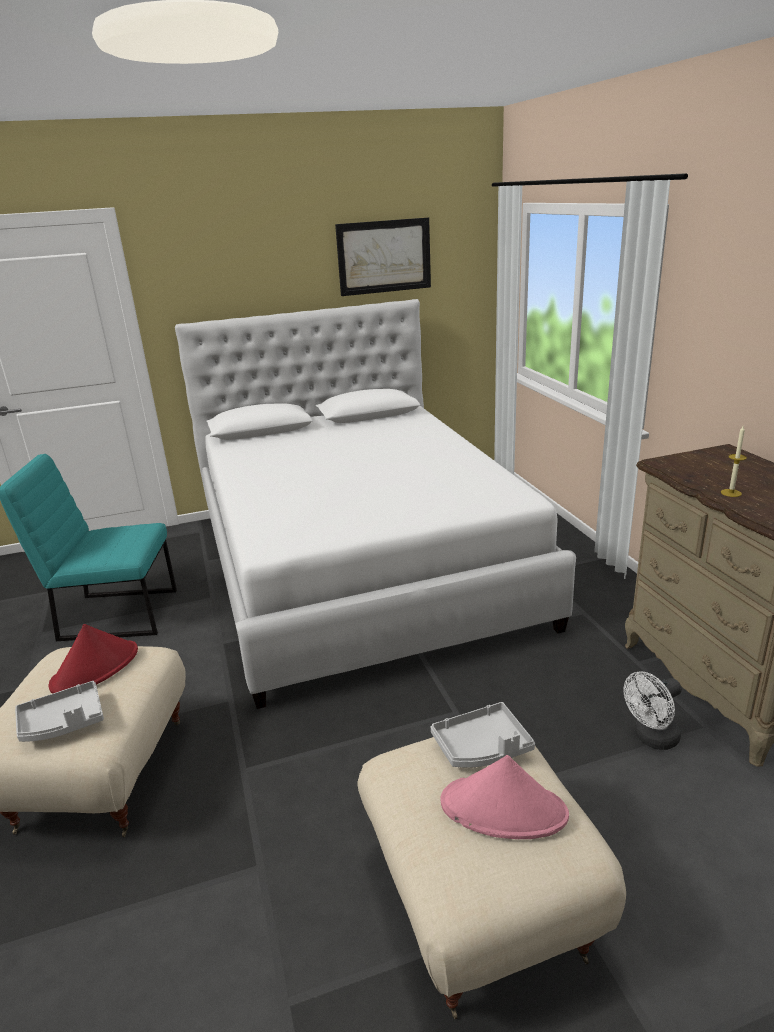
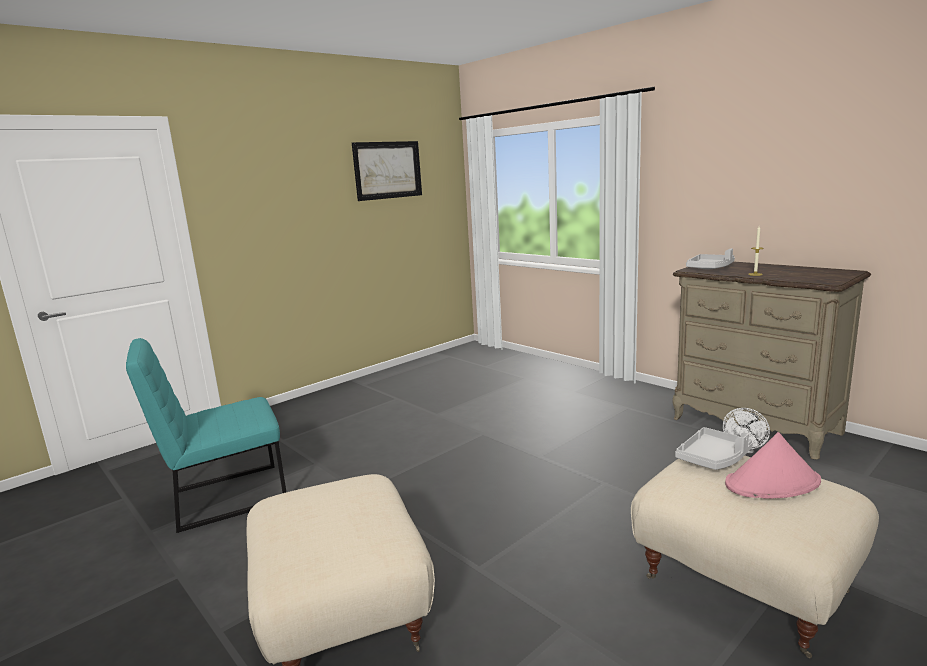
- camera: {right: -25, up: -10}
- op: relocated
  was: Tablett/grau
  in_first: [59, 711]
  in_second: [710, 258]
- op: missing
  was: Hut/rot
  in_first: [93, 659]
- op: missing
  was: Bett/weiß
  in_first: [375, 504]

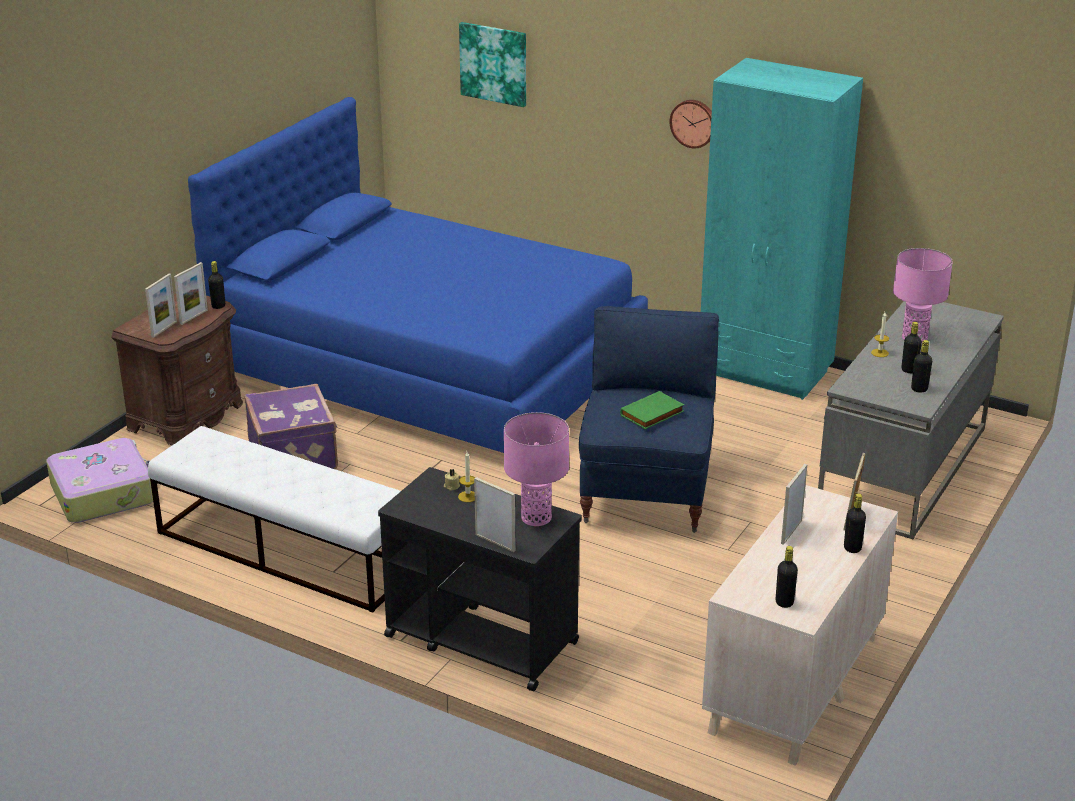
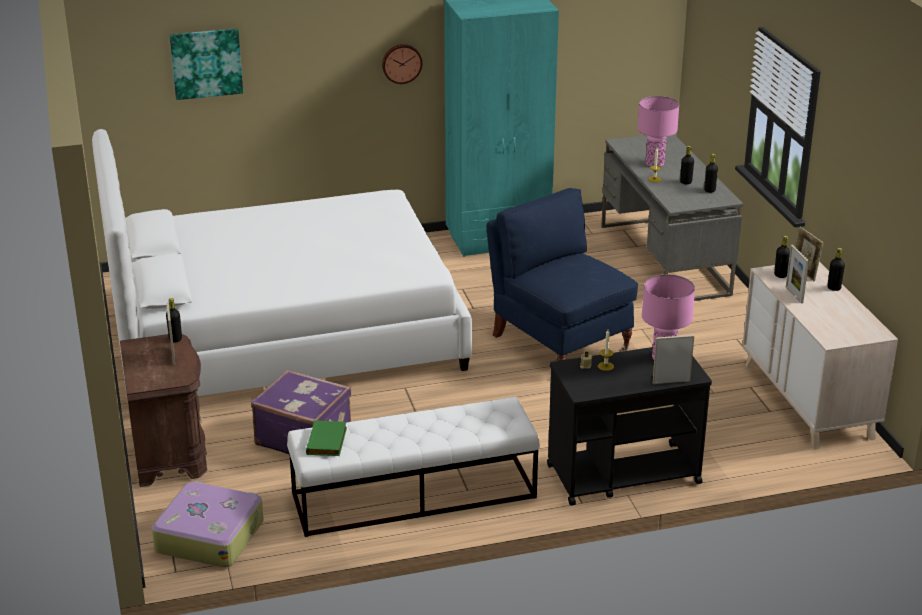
- camera: {right: -45, up: 0}
- op: missing
  was: Bilderrahmen
  in_first: [161, 306]
- op: colour
  was: Bett/blau
  now: Bett/weiß
  in_first: [418, 275]
  in_second: [282, 265]
- op: relocated
  was: Buch/grün
  in_first: [652, 410]
  in_second: [326, 438]
- op: relocated
  was: Flasche/schwarz
  in_first: [787, 577]
  in_second: [782, 257]

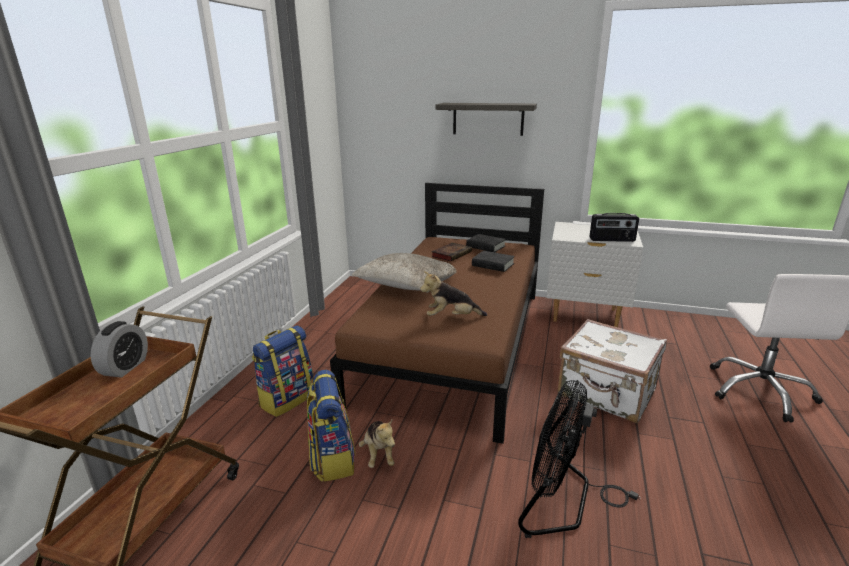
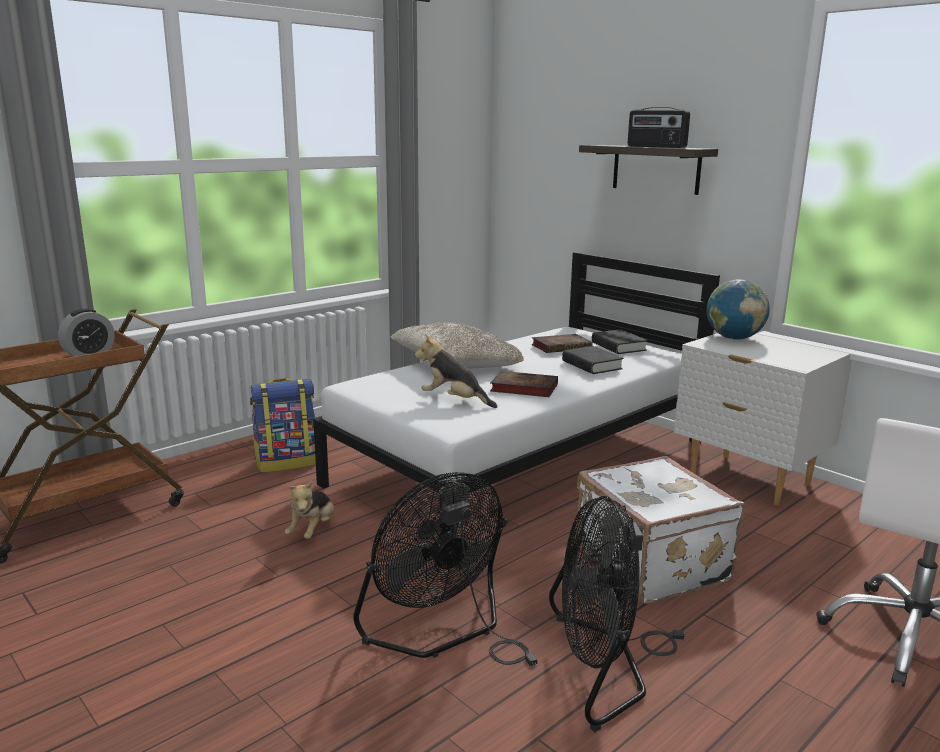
- camera: {right: 30, up: -5}
- op: missing
  was: Rucksack
  in_first: [331, 426]
- op: colour
  was: Bett/braun
  now: Bett/weiß
  in_first: [437, 313]
  in_second: [516, 393]
- op: relocated
  was: Radio
  in_first: [614, 227]
  in_second: [659, 127]
- op: appeared
  now: Buch
  in_second: [524, 384]
- op: appeared
  now: Ventilator/schwarz
  in_second: [617, 614]
- op: appeared
  now: Globus
  in_second: [738, 309]

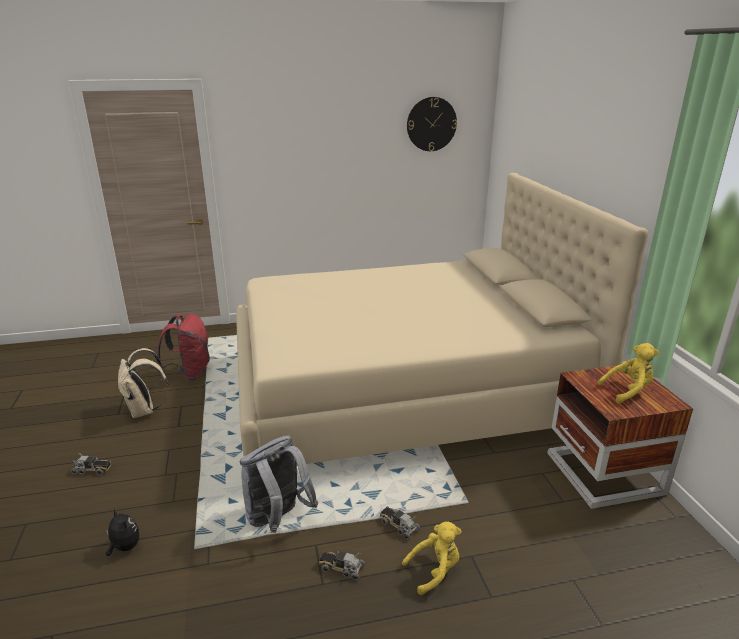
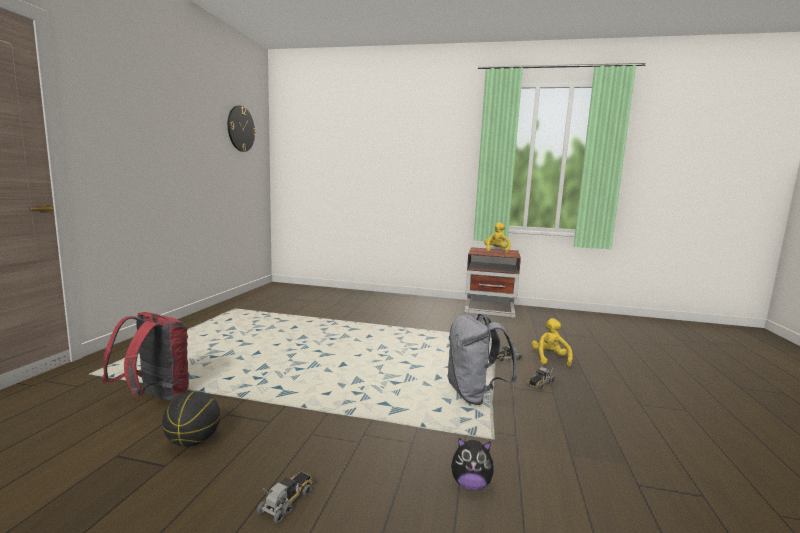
- camera: {right: -65, up: -15}
- op: spun
  was: Plüschtier
  in_first: [122, 532]
  in_second: [473, 464]
  clockwise: -150
- op: exchanged
  was: Rucksack/beige
  now: Basketball
  in_first: [143, 383]
  in_second: [191, 419]
- op: missing
  was: Bett/beige
  in_first: [442, 318]

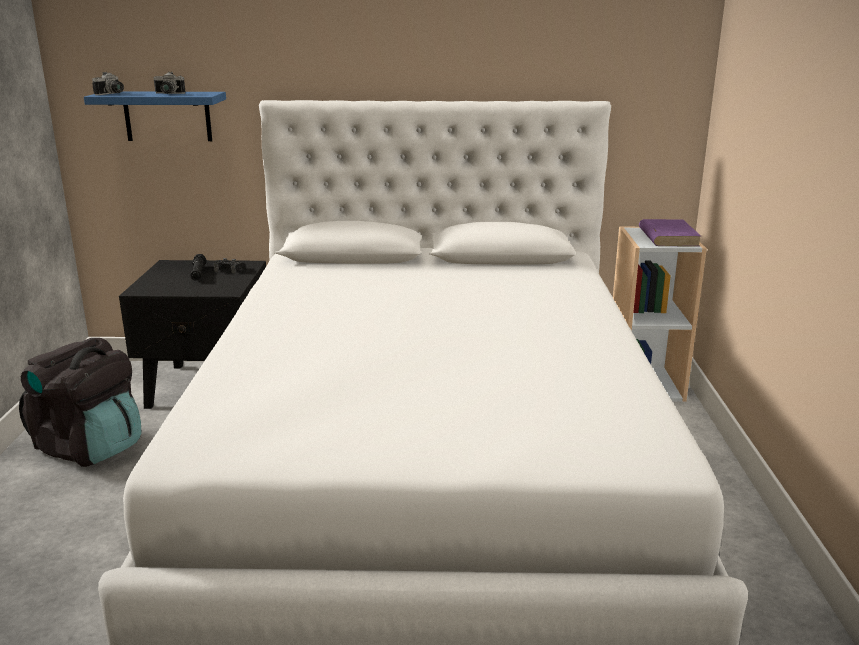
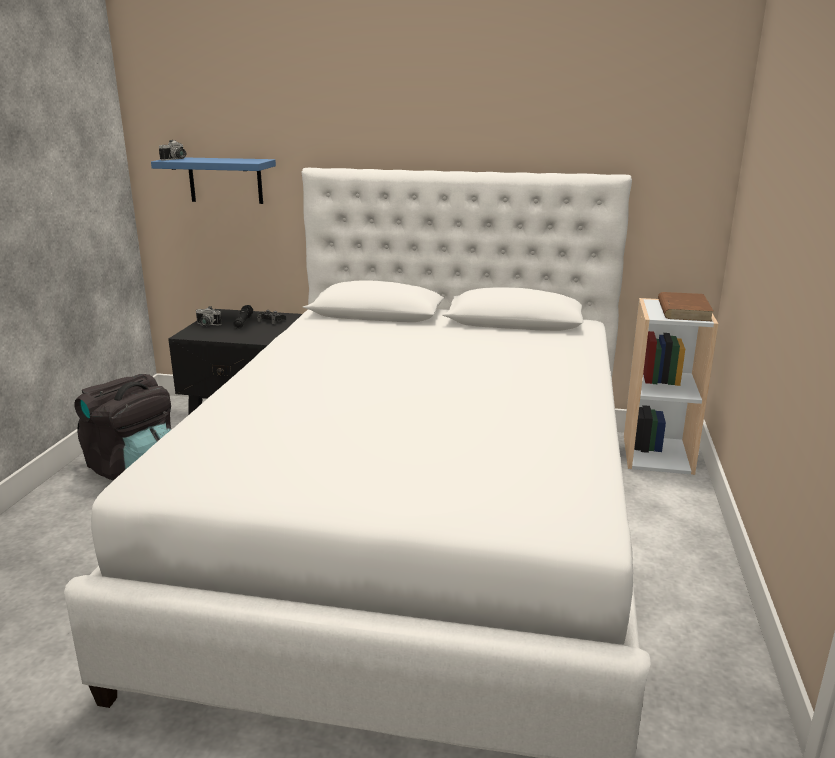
- camera: {right: 10, up: 0}
- op: relocated
  was: Kamera
  in_first: [169, 83]
  in_second: [209, 316]
- op: colour
  was: Buch/lila
  now: Buch/braun
  in_first: [670, 233]
  in_second: [686, 306]

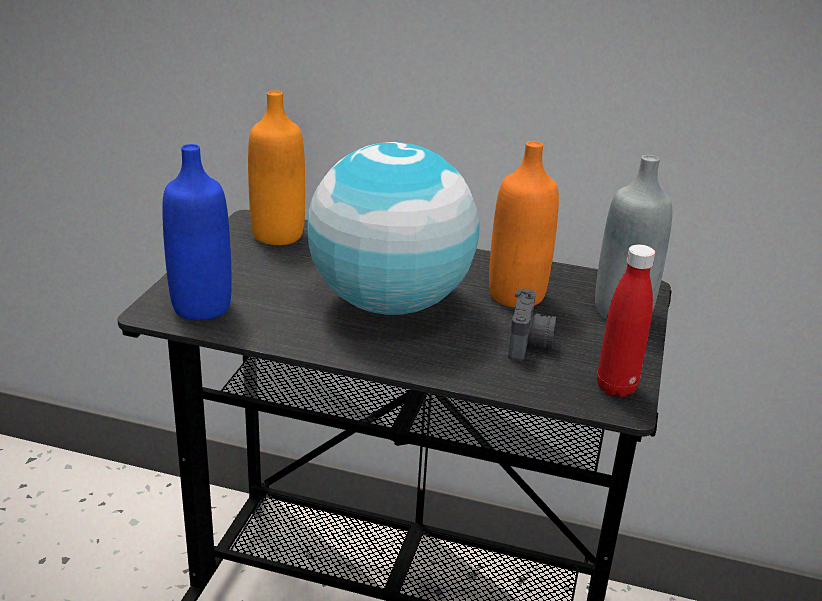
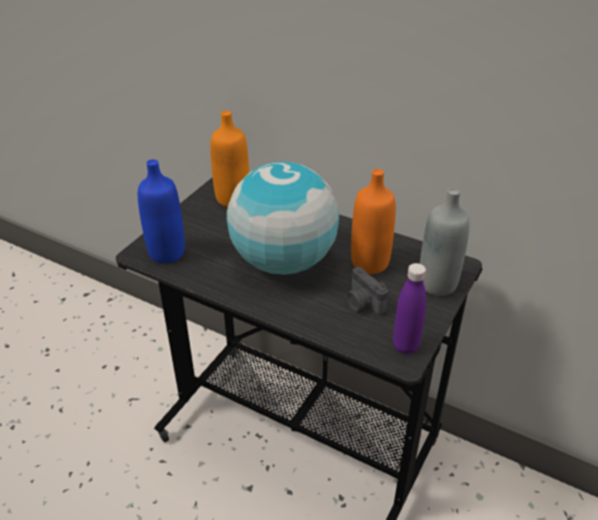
- camera: {right: 15, up: 10}
- op: spun
  was: Kamera
  in_first: [532, 325]
  in_second: [367, 291]
  clockwise: 120
- op: colour
  was: Flasche/rot
  now: Flasche/lila
  in_first: [626, 321]
  in_second: [409, 308]

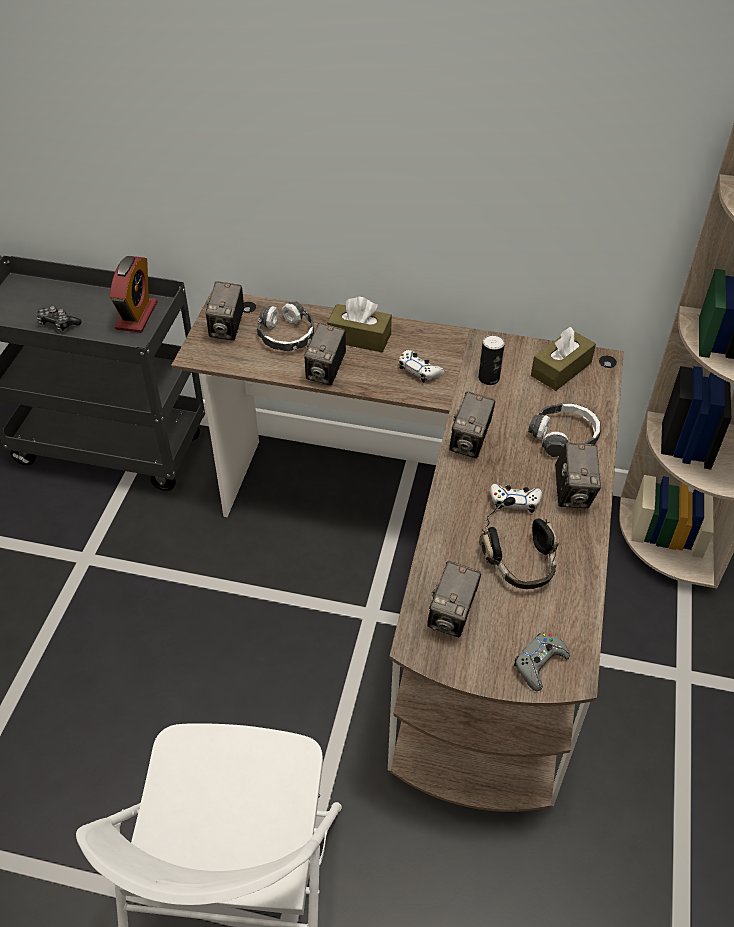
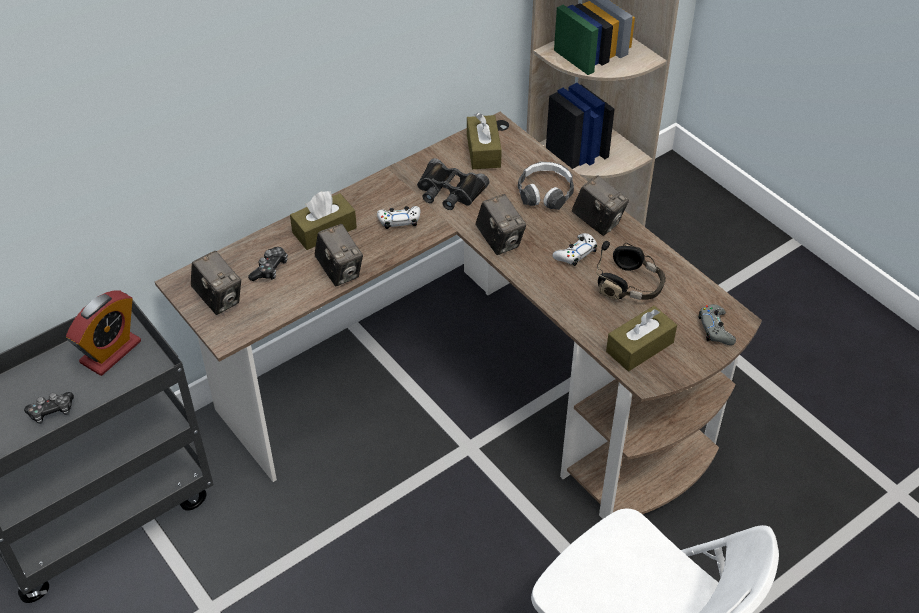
- camera: {right: -50, up: 0}
- op: spun
  was: Wecker
  in_first: [134, 294]
  in_second: [103, 333]
  clockwise: 75
- op: exchanged
  was: Kopfhörer
  now: Gamepad
  in_first: [285, 326]
  in_second: [268, 264]
- op: exchanged
  was: Kamera
  now: Taschentuchbox/braun
  in_first: [454, 599]
  in_second: [641, 338]
- op: exchanged
  was: Dose
  now: Fernglas/schwarz
  in_first: [491, 359]
  in_second: [453, 184]

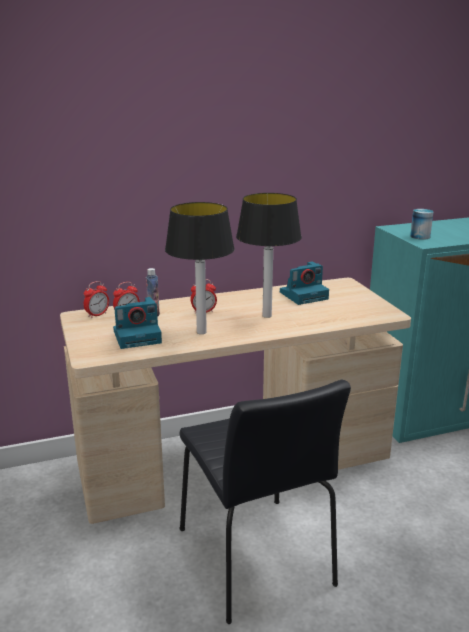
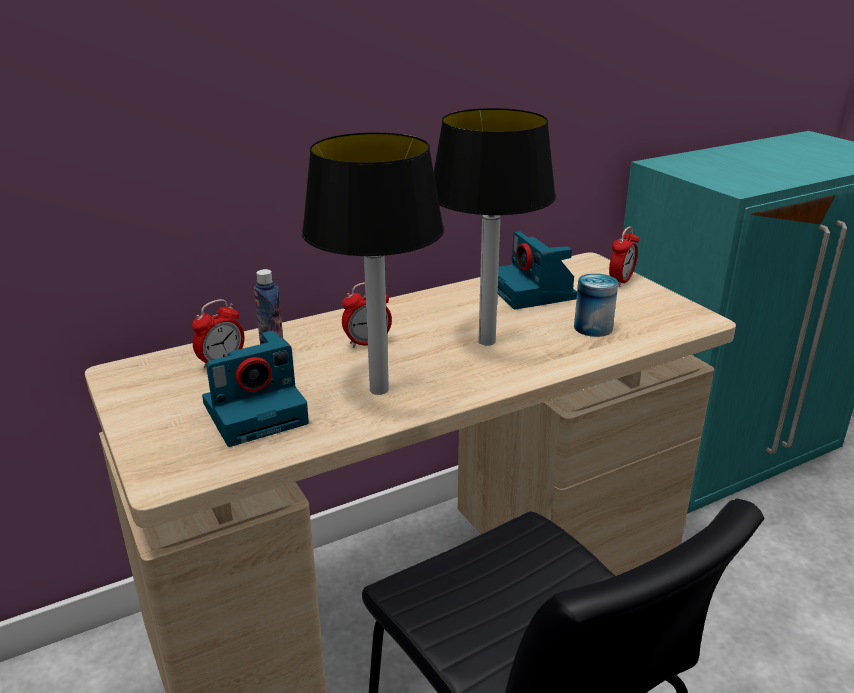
- camera: {right: -10, up: 5}
- op: relocated
  was: Wecker
  in_first: [96, 299]
  in_second: [624, 256]
- op: spun
  was: Kamera
  in_first: [304, 283]
  in_second: [537, 270]
  clockwise: 105
- op: relocated
  was: Dose
  in_first: [422, 224]
  in_second: [596, 305]

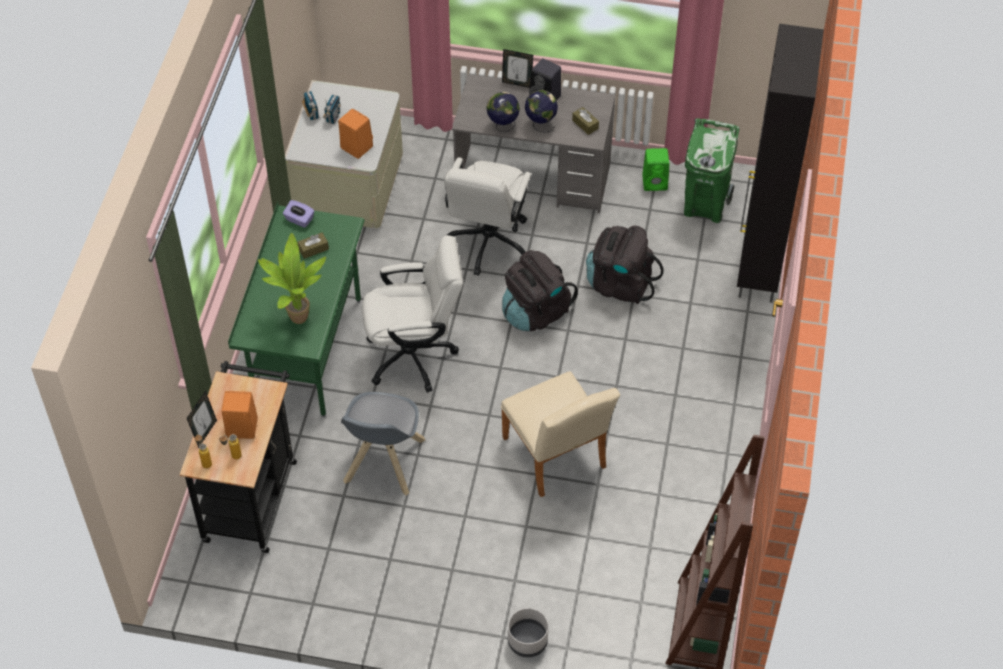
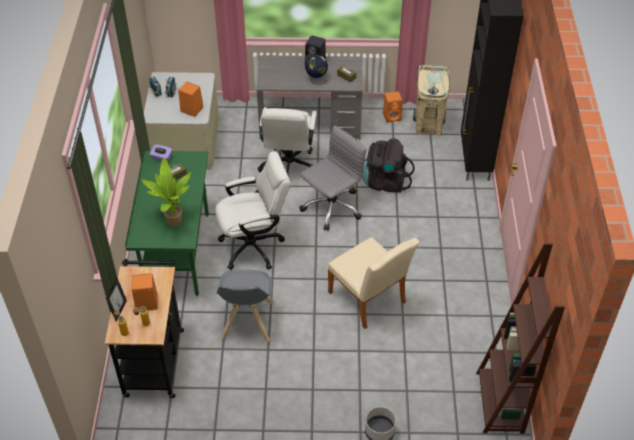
- camera: {right: -10, up: -5}
- op: missing
  was: Globus
  in_first: [503, 112]
- op: missing
  was: Bilderrahmen
  in_first: [517, 68]
- op: exchanged
  was: Rucksack/schwarz
  now: Bürostuhl/grau
  in_first: [540, 290]
  in_second: [333, 178]
- op: colour
  was: Lautsprecher/grün
  now: Lautsprecher/orange
  in_first: [655, 169]
  in_second: [393, 107]
- op: colour
  was: Mülleimer/grün
  now: Mülleimer/beige
  in_first: [712, 170]
  in_second: [431, 100]

